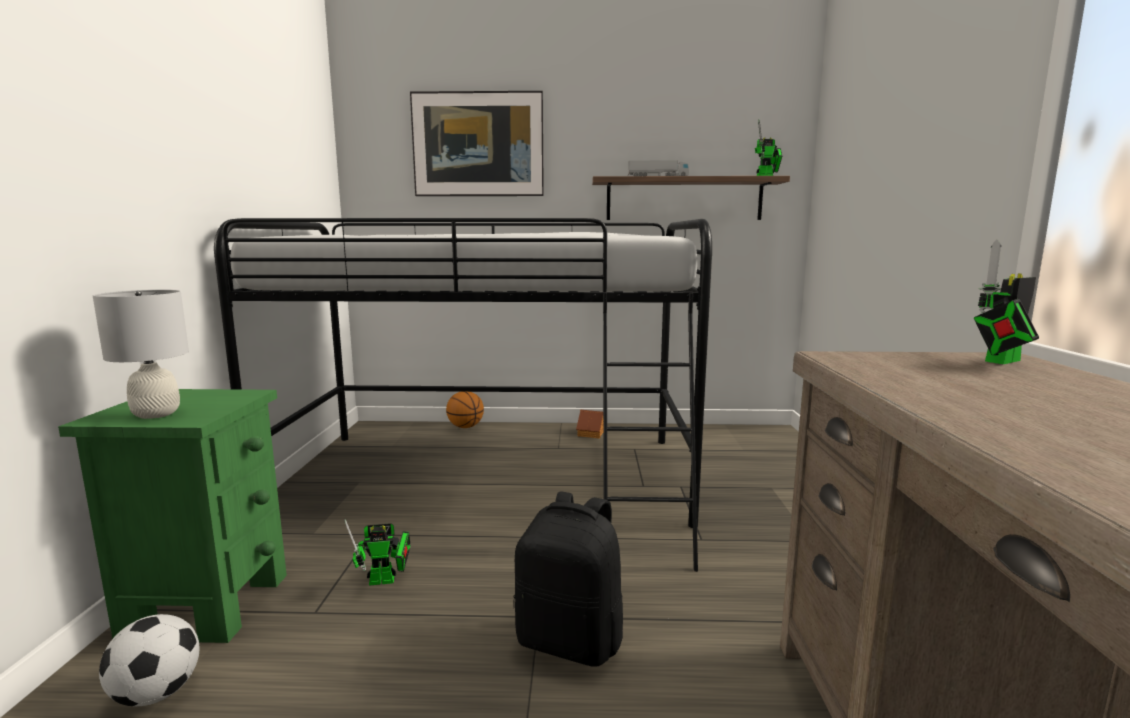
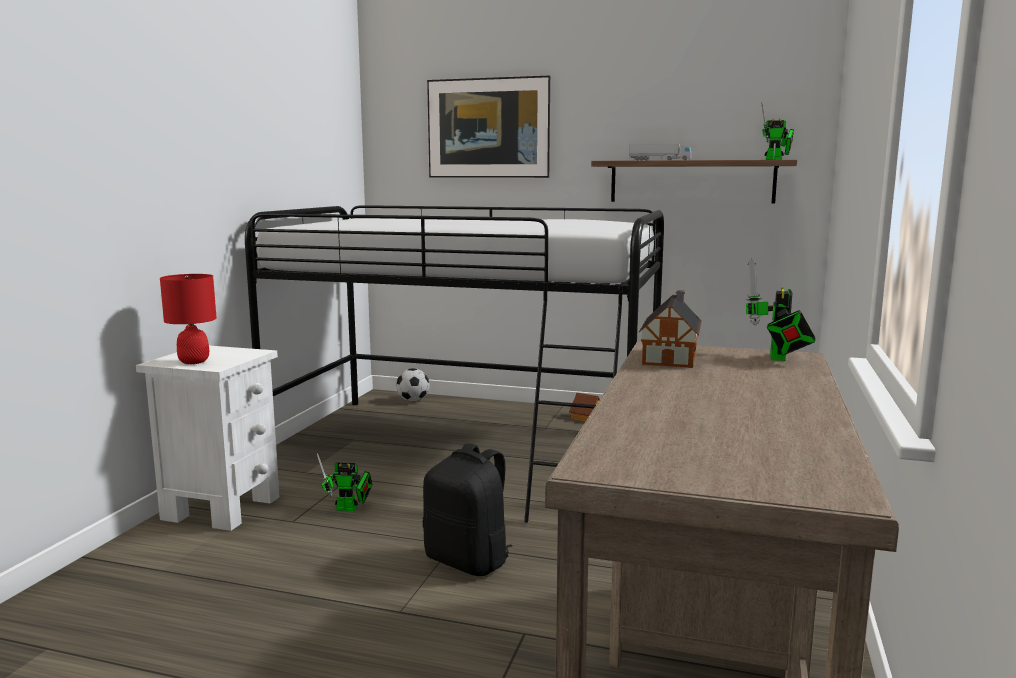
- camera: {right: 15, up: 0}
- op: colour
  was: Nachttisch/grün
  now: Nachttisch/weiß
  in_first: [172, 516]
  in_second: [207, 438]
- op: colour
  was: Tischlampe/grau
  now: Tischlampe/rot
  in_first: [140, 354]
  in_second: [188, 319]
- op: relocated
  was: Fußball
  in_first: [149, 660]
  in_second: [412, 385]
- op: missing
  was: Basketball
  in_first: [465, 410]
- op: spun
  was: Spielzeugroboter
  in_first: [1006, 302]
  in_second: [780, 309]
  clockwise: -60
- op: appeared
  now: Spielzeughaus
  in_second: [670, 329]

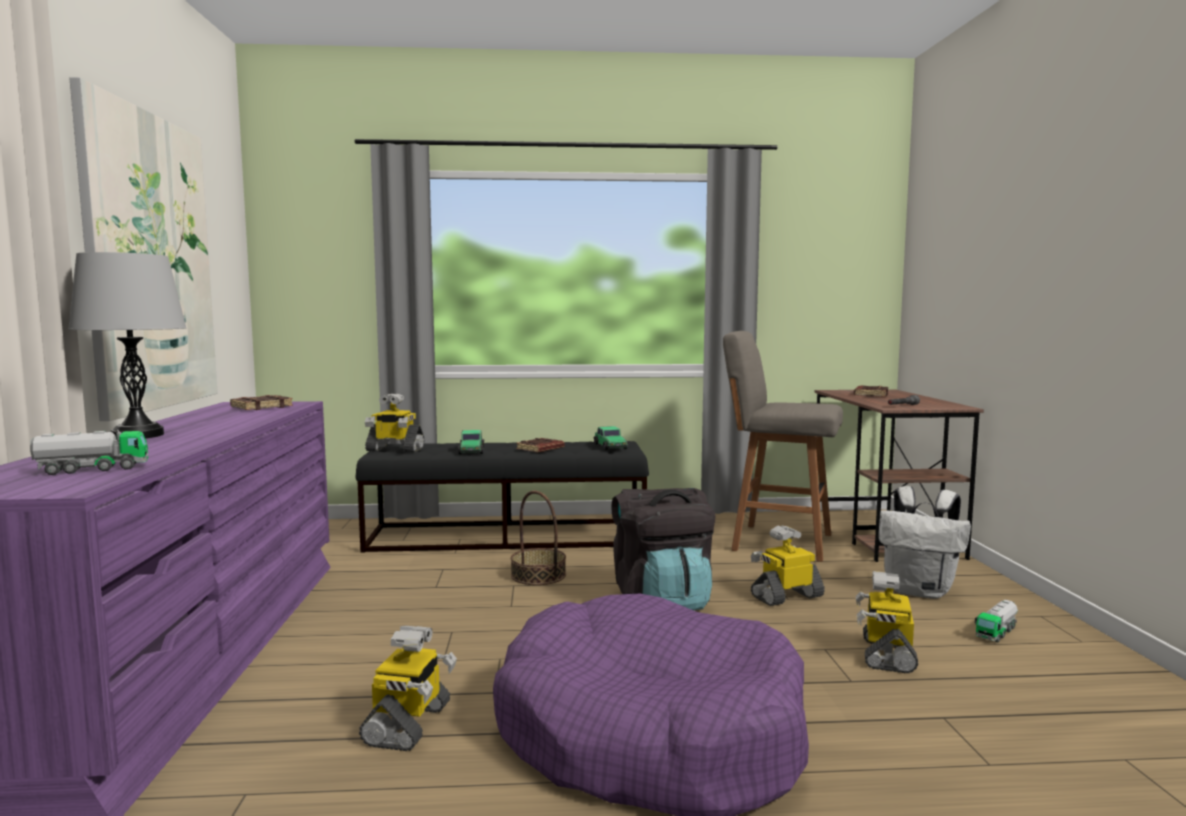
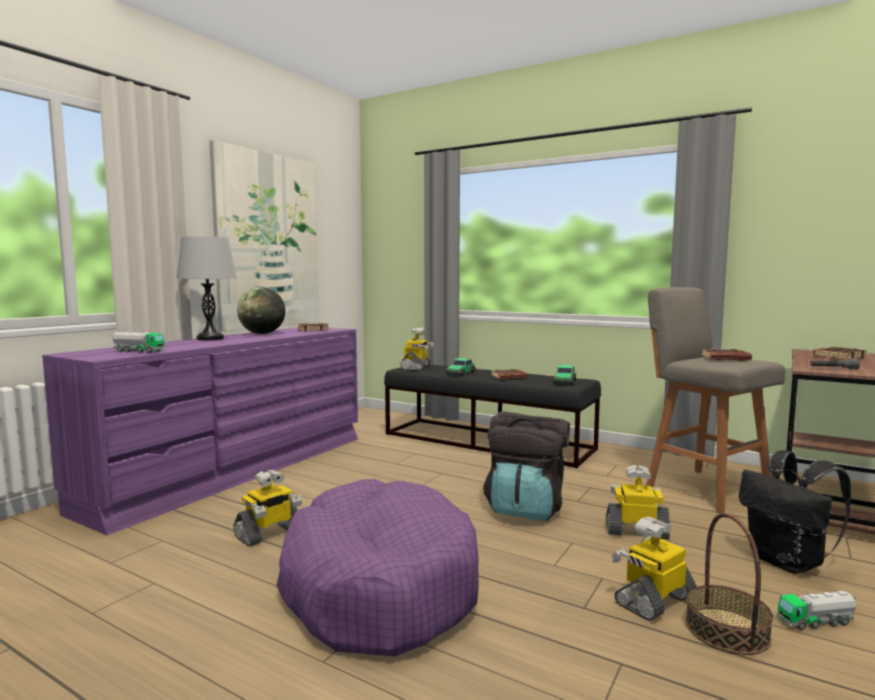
- camera: {right: 35, up: 0}
- op: spun
  was: Spielzeugroboter
  in_first: [395, 423]
  in_second: [417, 349]
  clockwise: -120
- op: relocated
  was: Korb
  in_first: [538, 538]
  in_second: [729, 584]
- op: colour
  was: Rucksack/weiß
  now: Rucksack/schwarz
  in_first: [924, 542]
  in_second: [795, 512]
- op: appeared
  now: Globus
  in_second: [261, 310]
- op: appeared
  now: Buch/braun
  in_second: [727, 354]

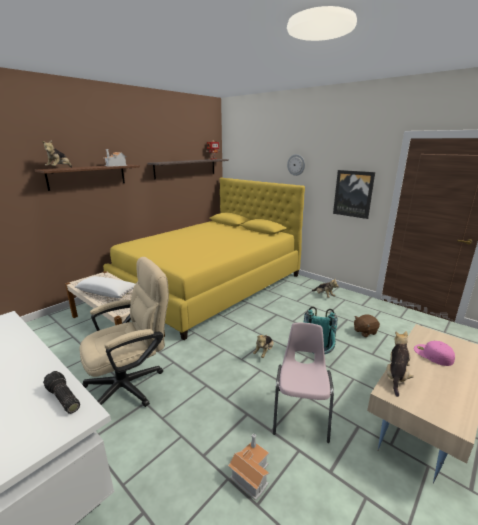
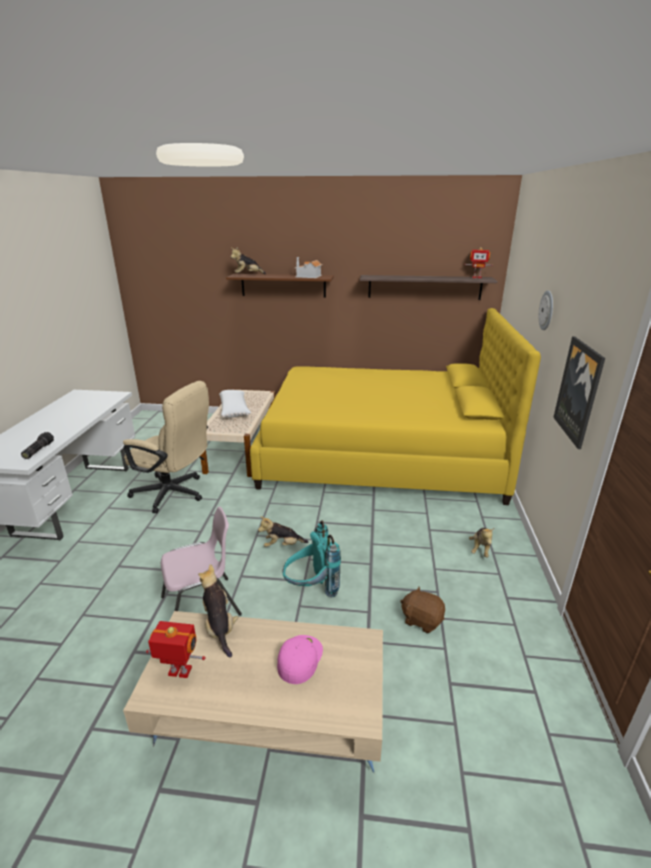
- camera: {right: 55, up: 5}
- op: missing
  was: Spielzeughaus
  in_first: [248, 466]
- op: spun
  was: Plüschtier
  in_first: [400, 364]
  in_second: [218, 611]
  clockwise: -105
- op: appeared
  now: Spielzeugroboter
  in_second: [175, 649]

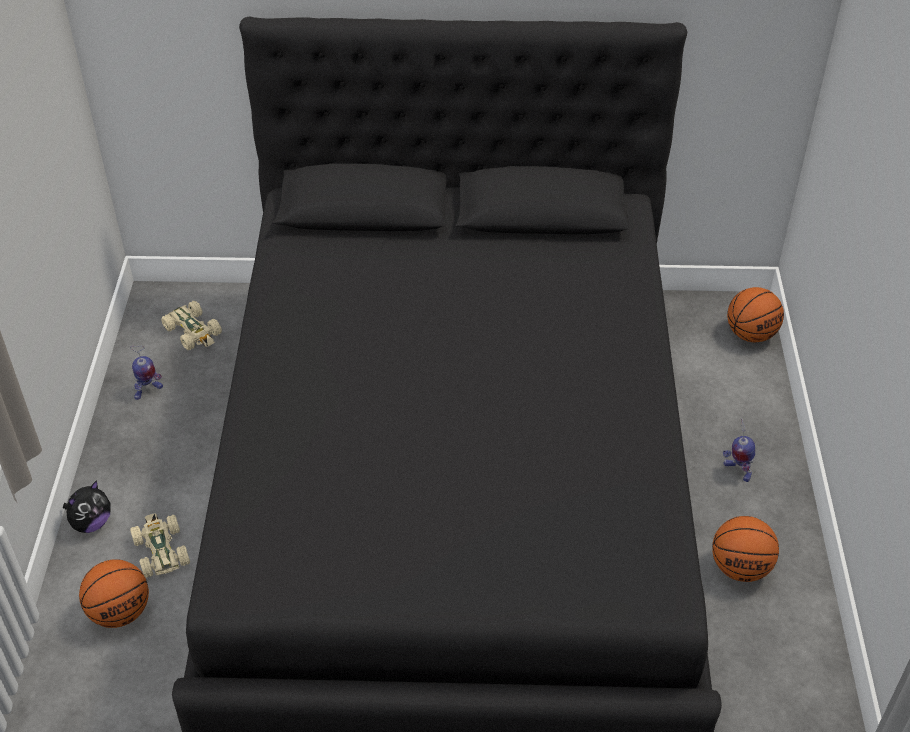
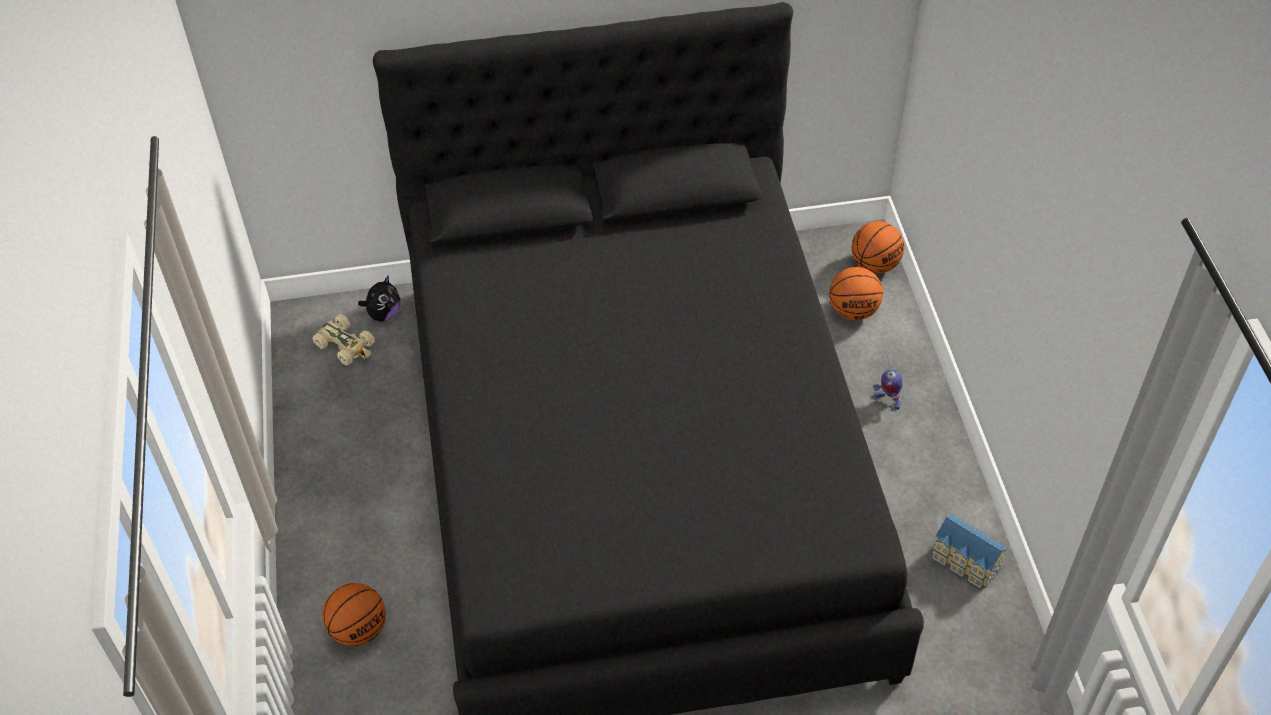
- camera: {right: -10, up: 5}
- op: relocated
  was: Plüschtier
  in_first: [86, 506]
  in_second: [379, 298]
- op: missing
  was: Spielzeugroboter
  in_first: [146, 373]
- op: missing
  was: Spielzeugauto/beige
  in_first: [160, 545]
- op: relocated
  was: Basketball
  in_first: [745, 549]
  in_second: [856, 293]
- op: appeared
  now: Spielzeughaus
  in_second: [969, 552]

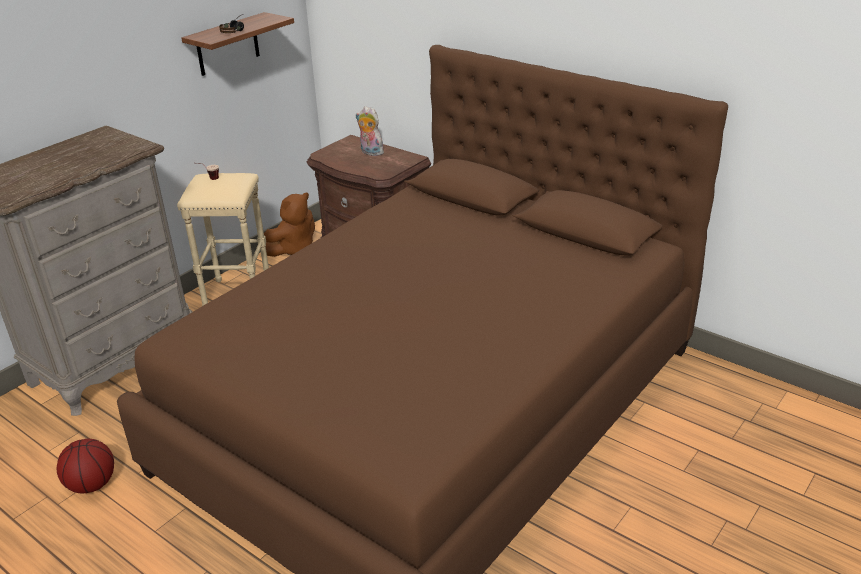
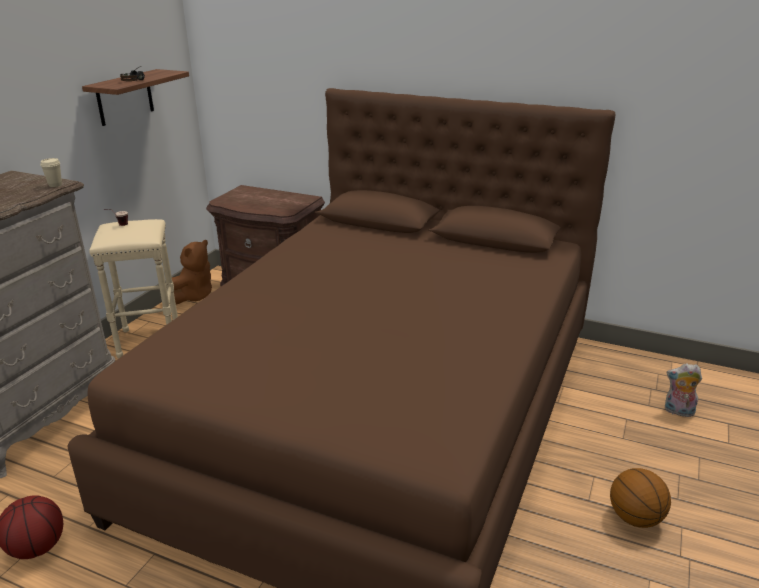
- camera: {right: -15, up: -5}
- op: relocated
  was: Plüschtier
  in_first: [370, 131]
  in_second: [683, 390]
- op: appeared
  now: Tasse/beige
  in_second: [51, 172]
- op: appeared
  now: Basketball
  in_second: [640, 498]

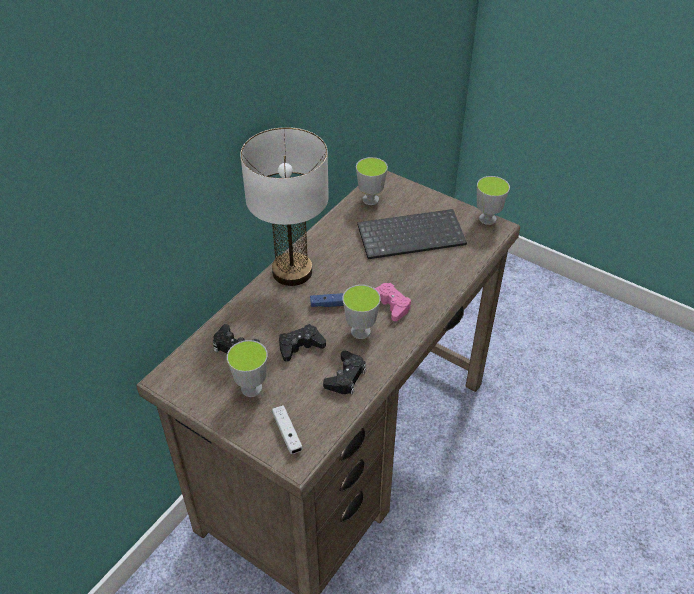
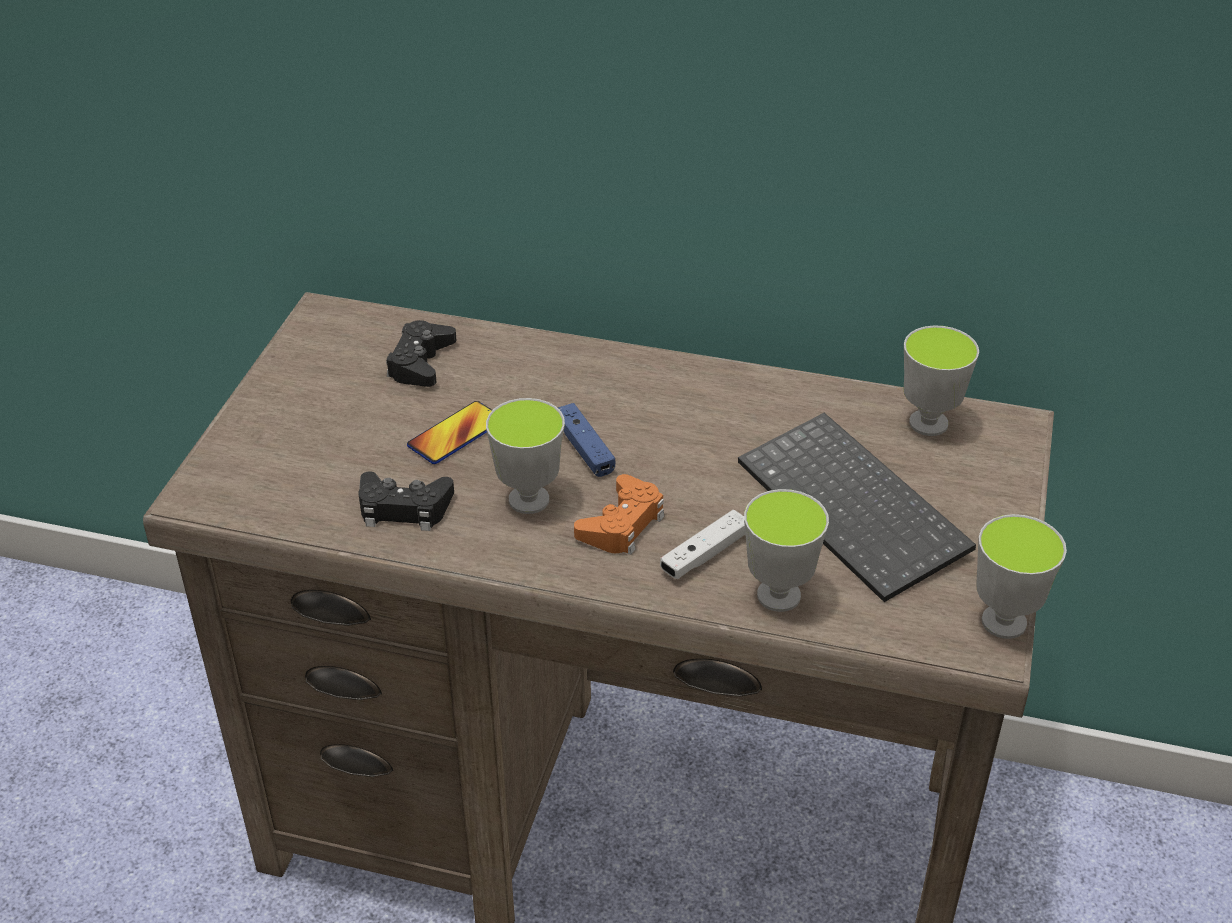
- camera: {right: 70, up: -5}
- op: relocated
  was: Tasse
  in_first: [247, 368]
  in_second: [786, 550]
- op: missing
  was: Tischlampe
  in_first: [284, 206]
- op: relocated
  was: Gamepad/weiß
  in_first: [287, 429]
  in_second: [702, 544]
- op: exchanged
  was: Gamepad/schwarz
  now: Handy
  in_first: [302, 343]
  in_second: [449, 432]
- op: colour
  was: Gamepad/rosa
  now: Gamepad/orange
  in_first: [393, 302]
  in_second: [619, 514]

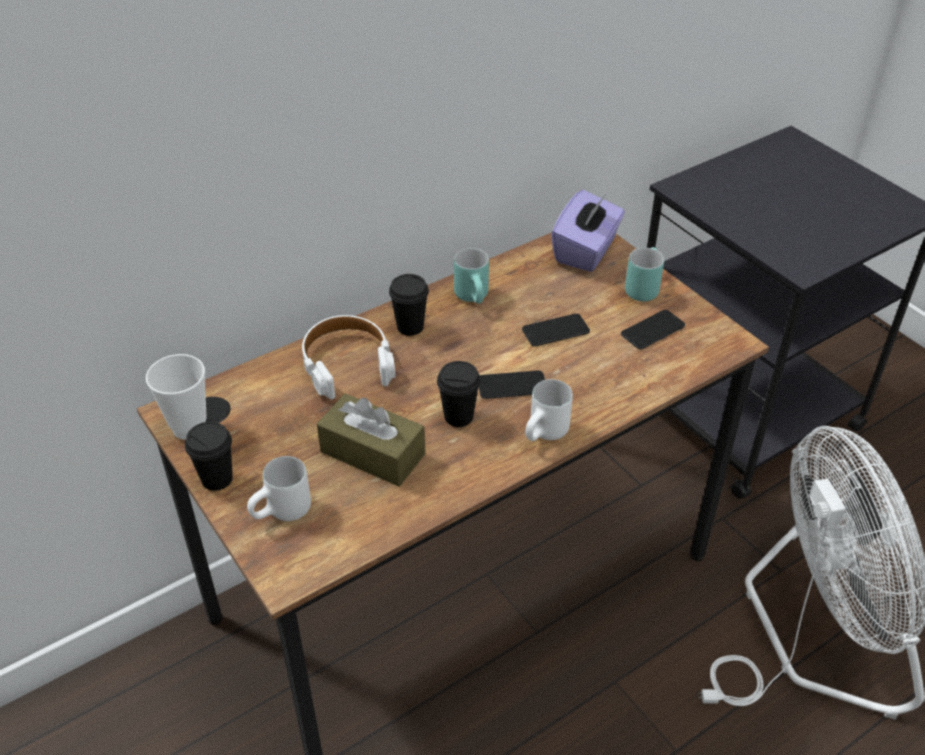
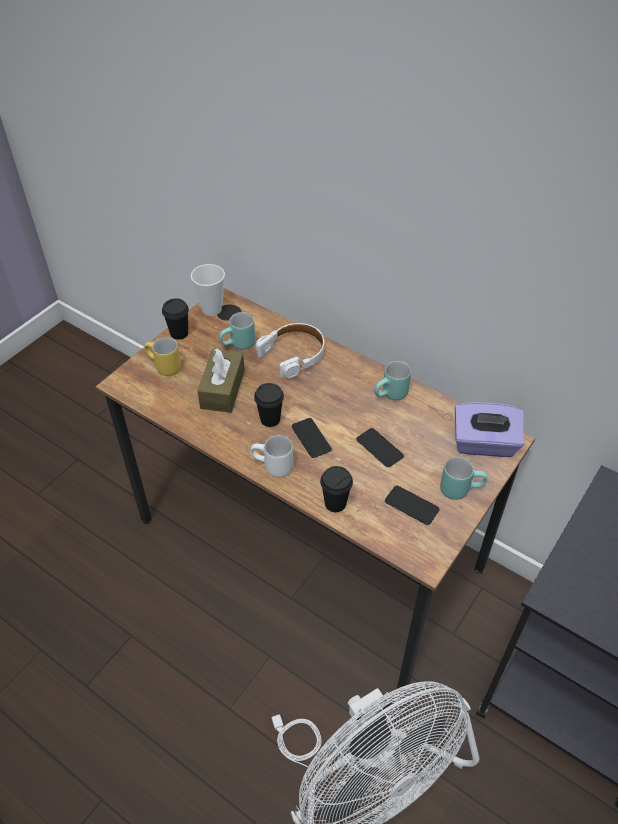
- camera: {right: 70, up: 5}
- op: colour
  was: Henkelbecher/weiß
  now: Henkelbecher/gelb
  in_first: [279, 488]
  in_second: [162, 356]
- op: relocated
  was: Tasse/schwarz
  in_first: [409, 305]
  in_second: [336, 489]
- op: appeared
  now: Henkelbecher/türkis
  in_second: [237, 331]

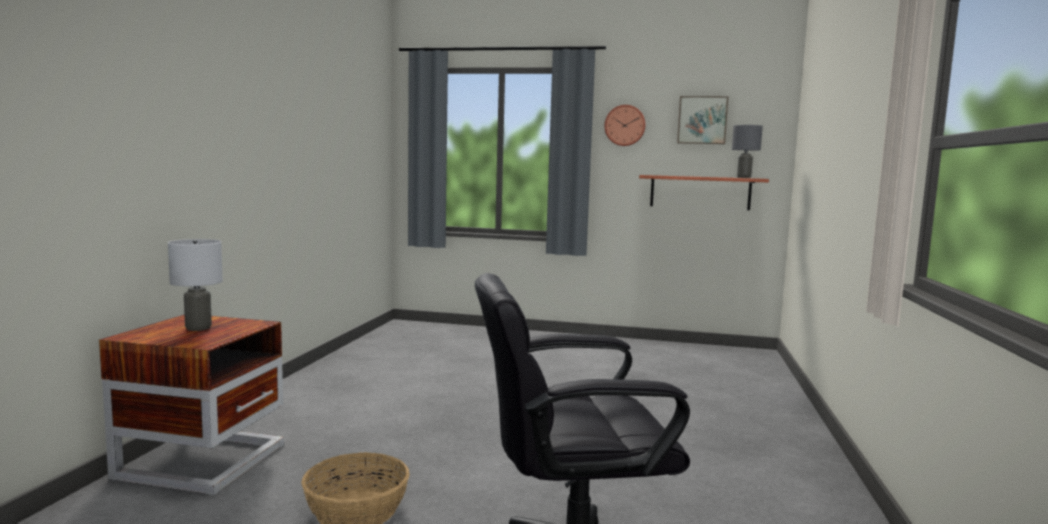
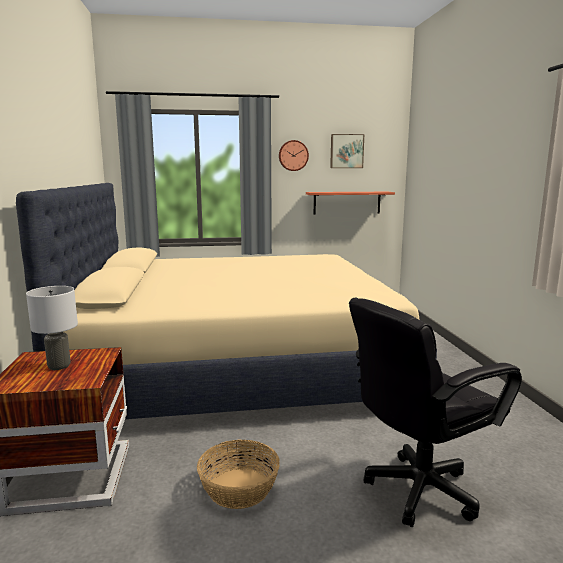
- camera: {right: -20, up: 5}
- op: missing
  was: Tischlampe/grau
  in_first: [747, 151]
- op: appeared
  now: Bett/beige
  in_second: [226, 301]

